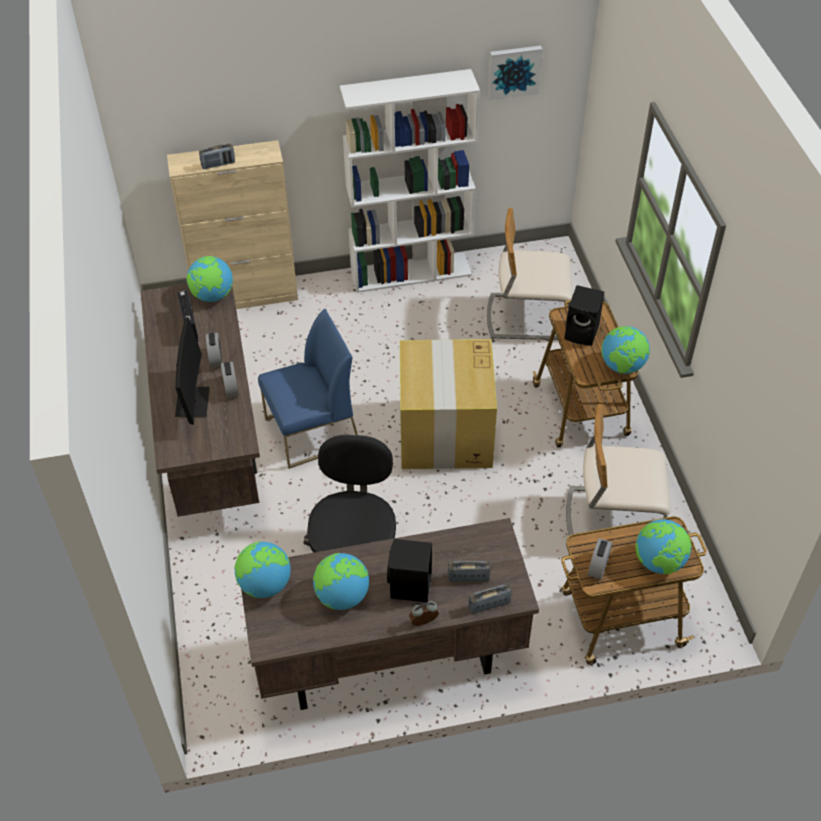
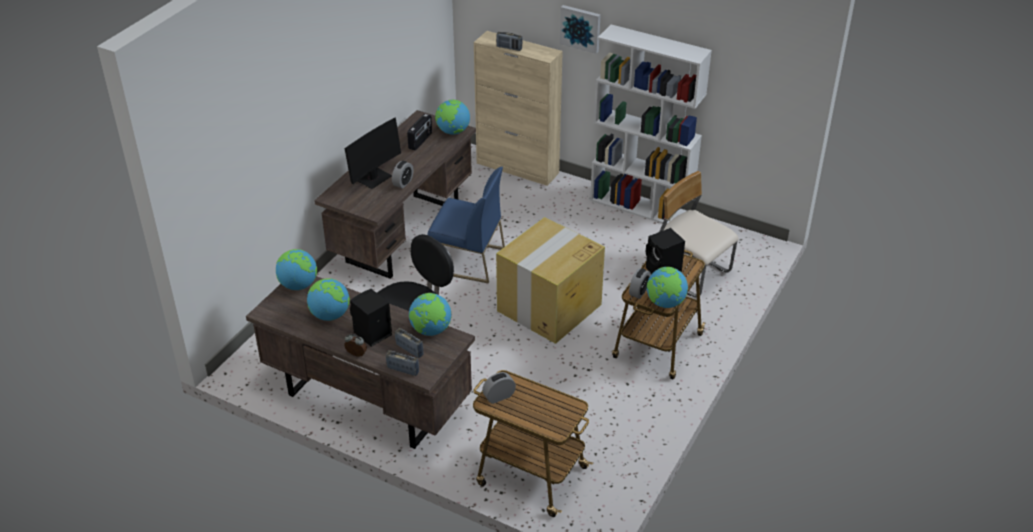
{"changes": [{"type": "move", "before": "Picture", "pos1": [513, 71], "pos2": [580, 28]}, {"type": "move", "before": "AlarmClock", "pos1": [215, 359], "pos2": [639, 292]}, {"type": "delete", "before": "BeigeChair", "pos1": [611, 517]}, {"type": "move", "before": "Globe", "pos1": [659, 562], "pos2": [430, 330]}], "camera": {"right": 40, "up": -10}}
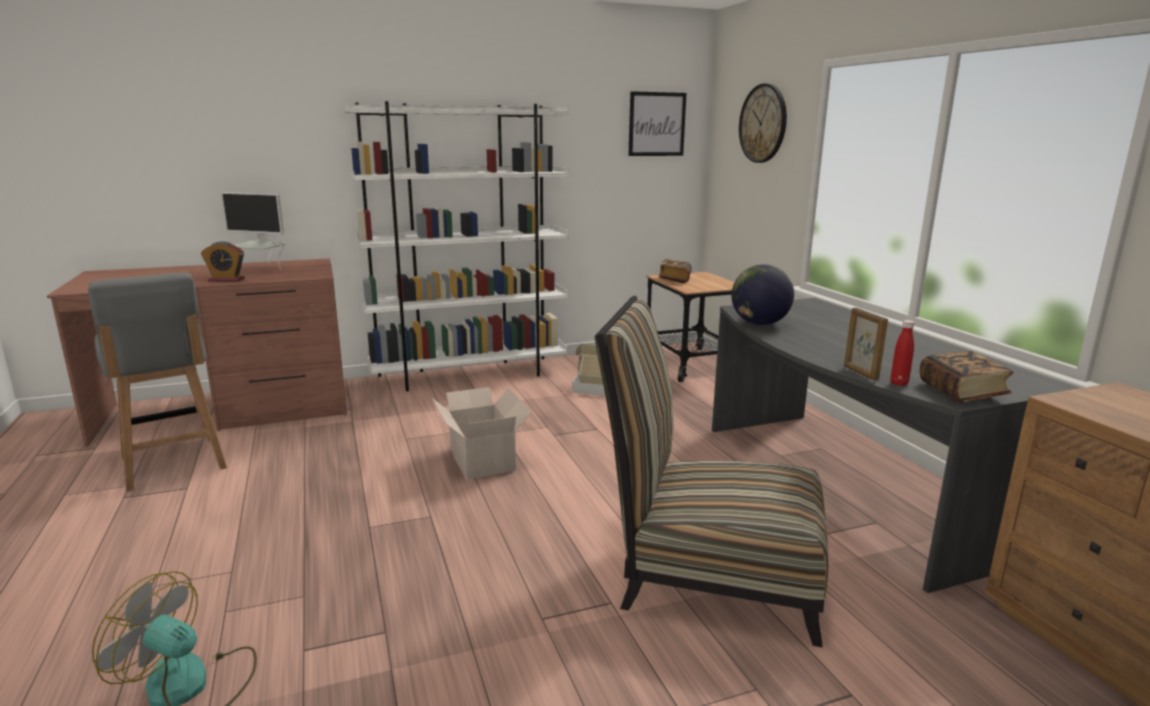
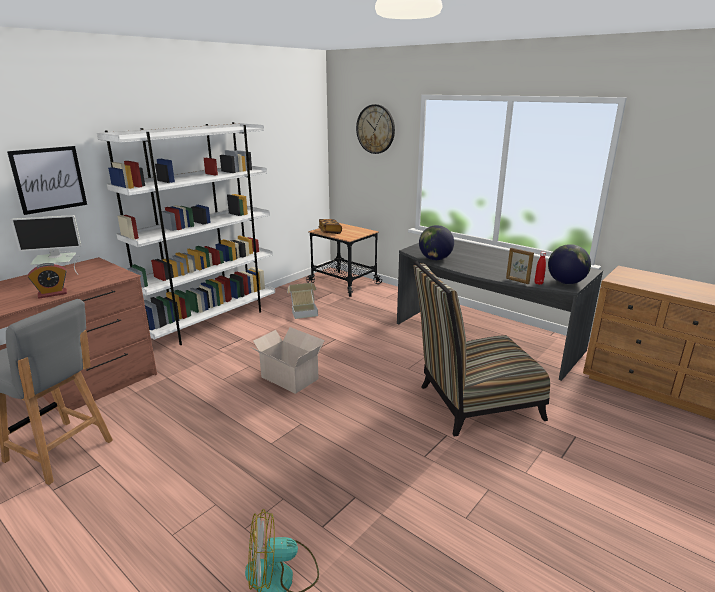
{"changes": [{"type": "move", "before": "Picture", "pos1": [657, 124], "pos2": [49, 179]}, {"type": "replace", "before": "Book", "after": "Globe", "pos1": [961, 392], "pos2": [565, 282]}], "camera": {"right": -30, "up": 5}}
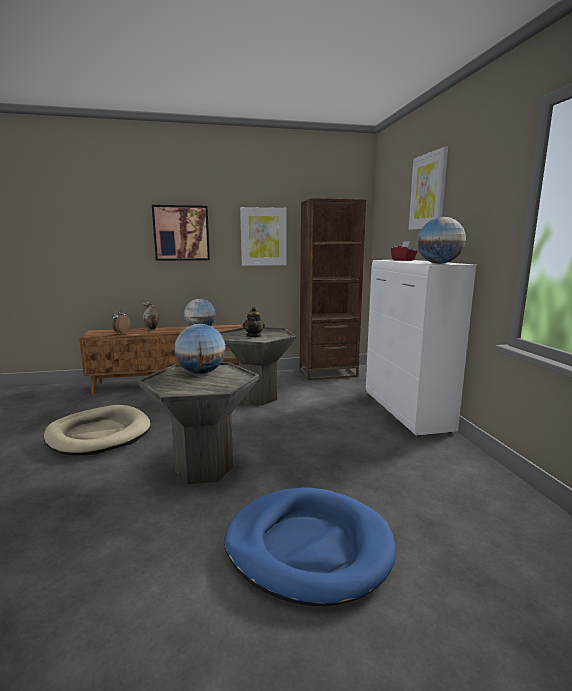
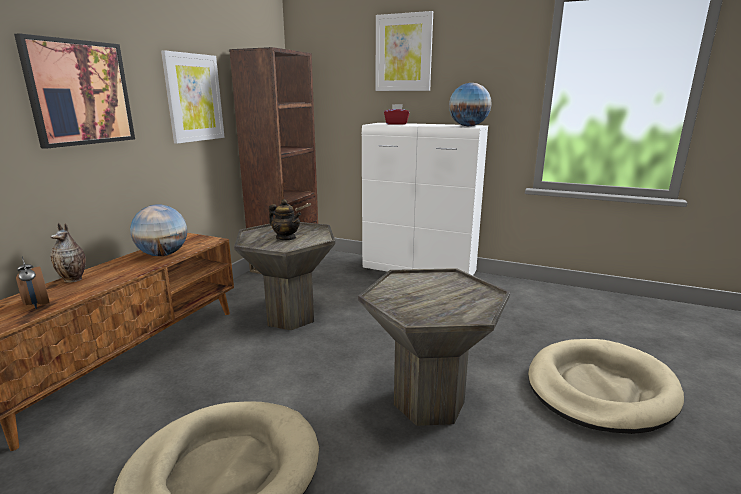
{"changes": [{"type": "delete", "before": "Globe", "pos1": [201, 373]}, {"type": "recolor", "before": "BlueDogBed", "after": "BeigeDogBed", "pos1": [308, 546], "pos2": [599, 389]}], "camera": {"right": -55, "up": 5}}
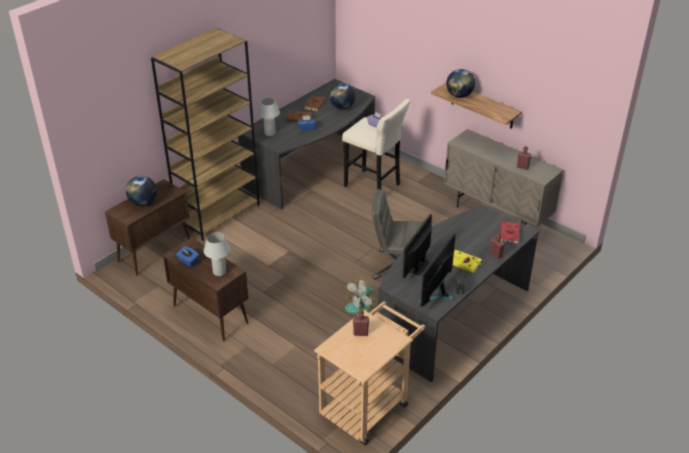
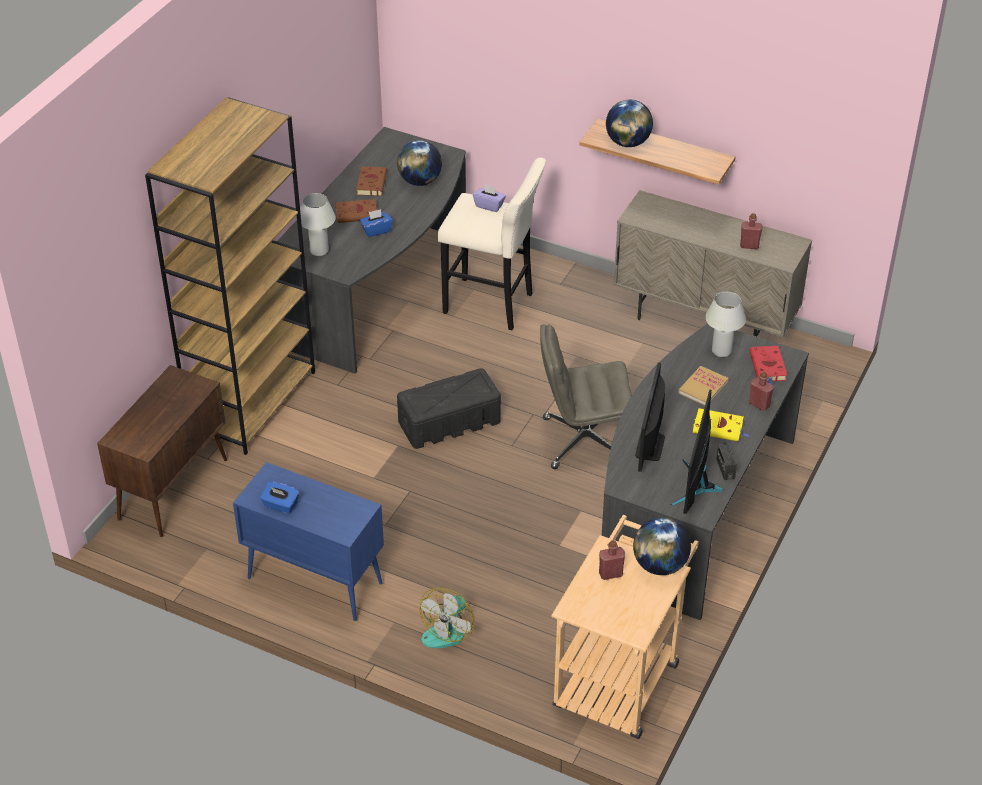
{"changes": [{"type": "move", "before": "Globe", "pos1": [143, 203], "pos2": [660, 565]}, {"type": "move", "before": "WhiteTableLamp", "pos1": [219, 272], "pos2": [721, 351]}, {"type": "recolor", "before": "BrownCabinet", "after": "BlueCabinet", "pos1": [209, 314], "pos2": [313, 580]}, {"type": "move", "before": "Fan", "pos1": [362, 305], "pos2": [448, 629]}, {"type": "insert", "after": "Book", "pos2": [703, 387]}, {"type": "insert", "after": "BlackStorageBox", "pos2": [448, 422]}], "camera": {"right": -15, "up": 5}}
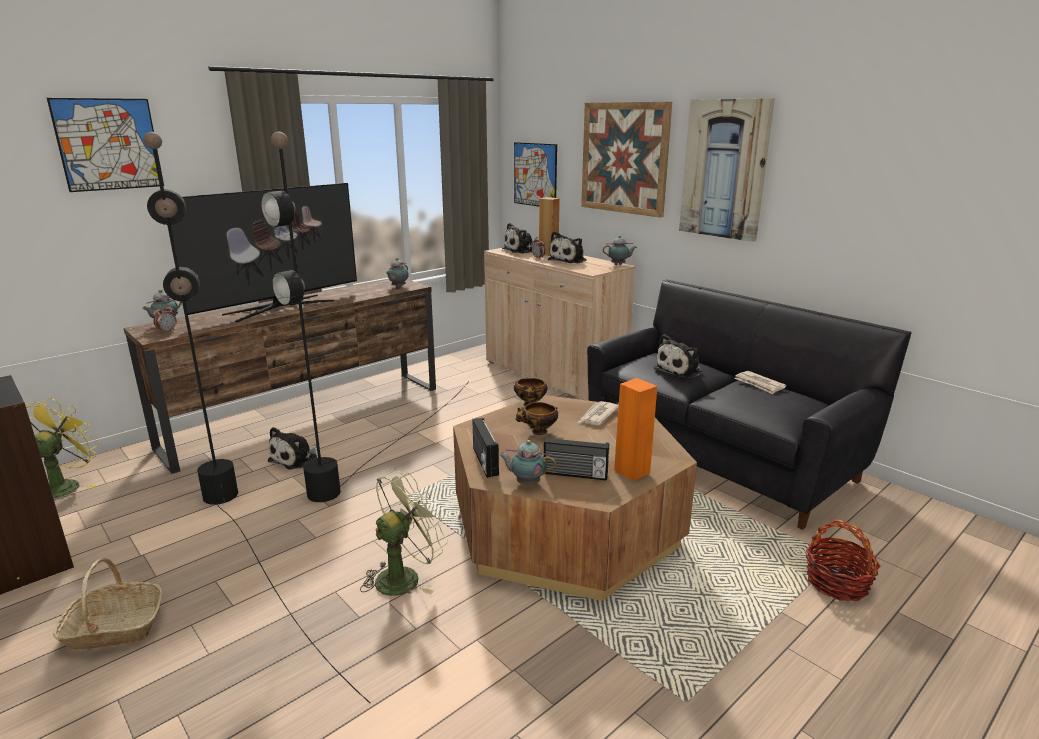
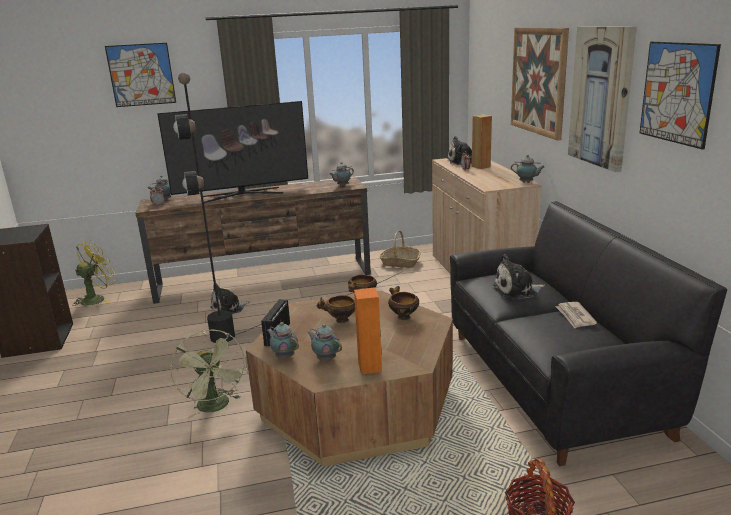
{"changes": [{"type": "delete", "before": "BlackFloorLamp", "pos1": [247, 539]}, {"type": "move", "before": "Picture", "pos1": [535, 175], "pos2": [677, 93]}, {"type": "delete", "before": "PlushToy", "pos1": [569, 260]}, {"type": "replace", "before": "Newspaper", "after": "Bowl", "pos1": [597, 415], "pos2": [403, 317]}, {"type": "replace", "before": "Radio", "after": "Teapot", "pos1": [575, 474], "pos2": [325, 358]}, {"type": "rotate", "before": "GreenFan", "pos1": [405, 576], "pos2": [216, 407], "turn": 75}, {"type": "move", "before": "Basket", "pos1": [114, 628], "pos2": [400, 263]}], "camera": {"right": 30, "up": 0}}
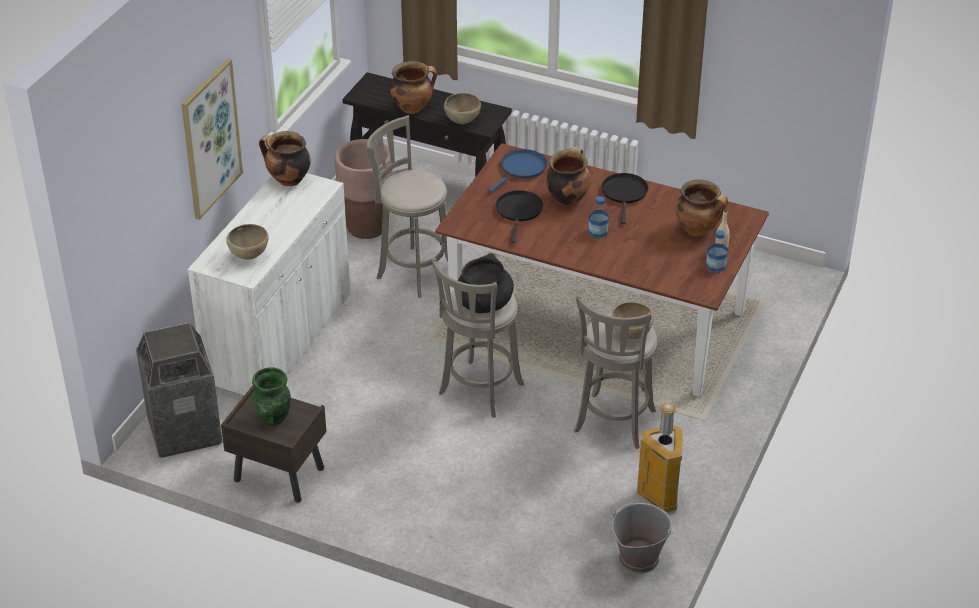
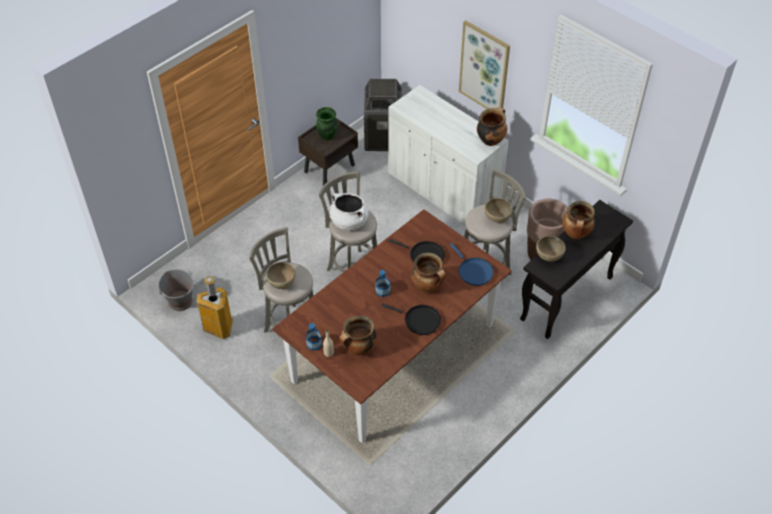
{"changes": [{"type": "move", "before": "BrownBowl", "pos1": [249, 255], "pos2": [497, 219]}, {"type": "recolor", "before": "BlackCookingPot", "after": "WhiteCookingPot", "pos1": [484, 303], "pos2": [348, 221]}], "camera": {"right": 110, "up": 10}}
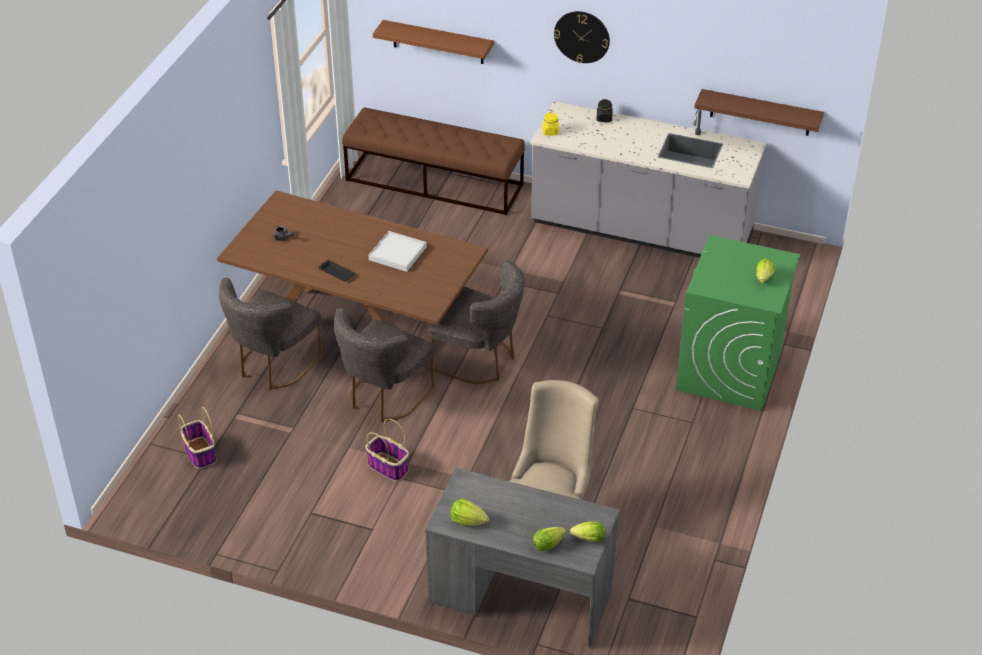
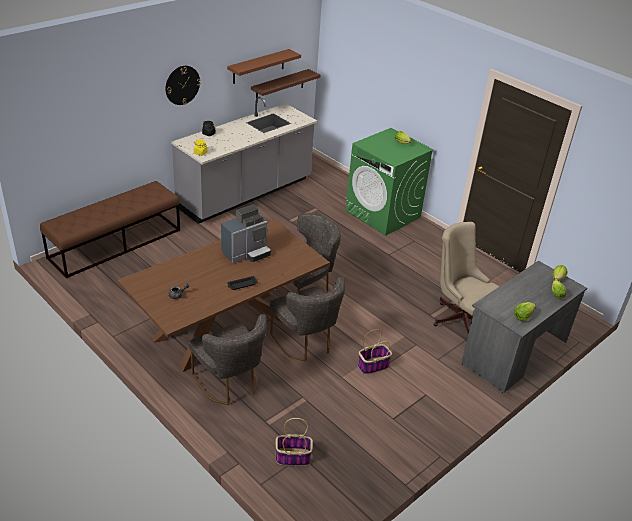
{"changes": [{"type": "move", "before": "BrownShelf", "pos1": [438, 42], "pos2": [258, 66]}, {"type": "replace", "before": "WhiteTray", "after": "CoffeeMachine", "pos1": [398, 253], "pos2": [246, 253]}], "camera": {"right": -65, "up": -5}}
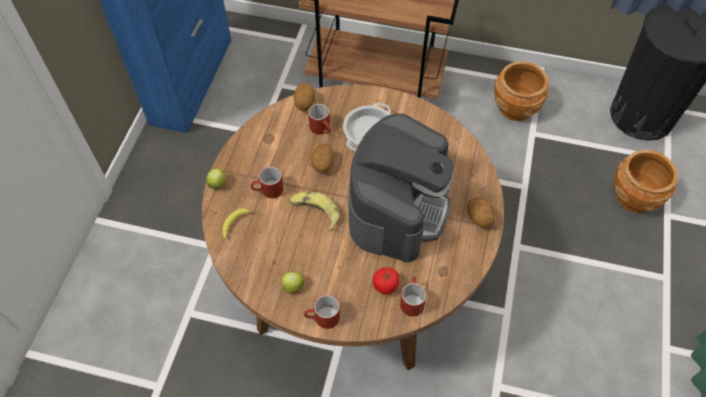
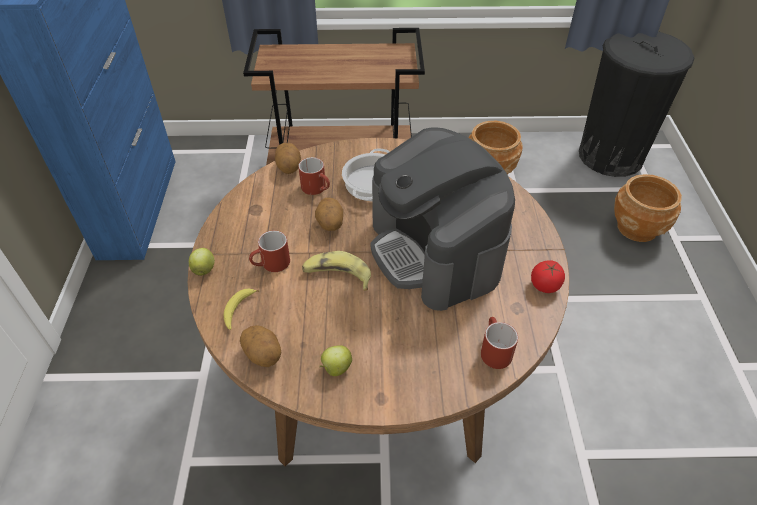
{"changes": [{"type": "rotate", "before": "CoffeeMachine", "pos1": [398, 207], "pos2": [435, 251], "turn": 150}, {"type": "move", "before": "Potato", "pos1": [479, 218], "pos2": [263, 355]}, {"type": "move", "before": "Tomato", "pos1": [385, 285], "pos2": [545, 285]}, {"type": "delete", "before": "RedMug", "pos1": [322, 319]}], "camera": {"right": -15, "up": -10}}
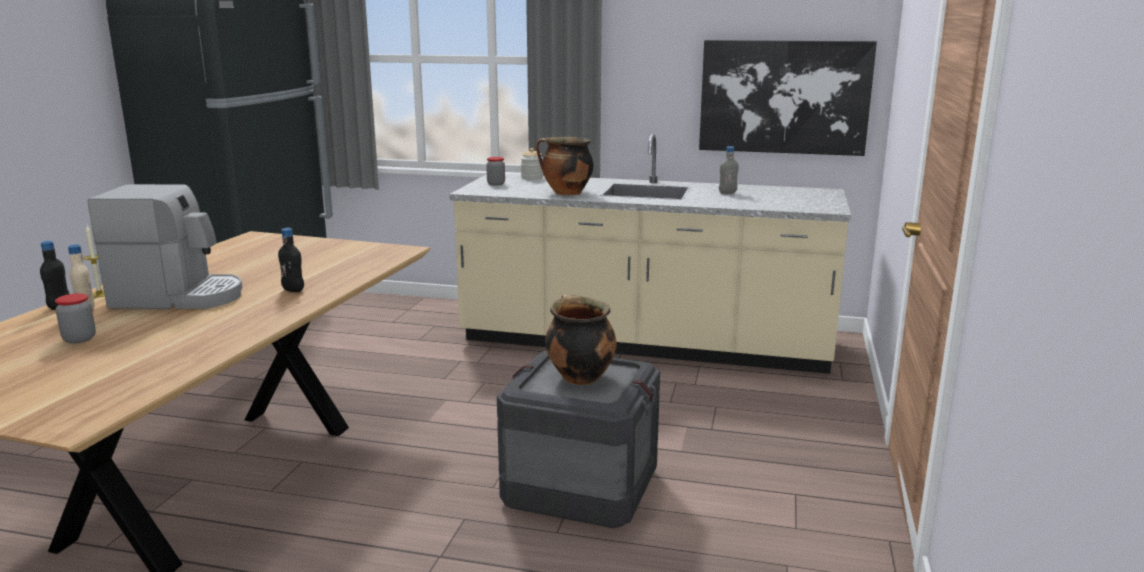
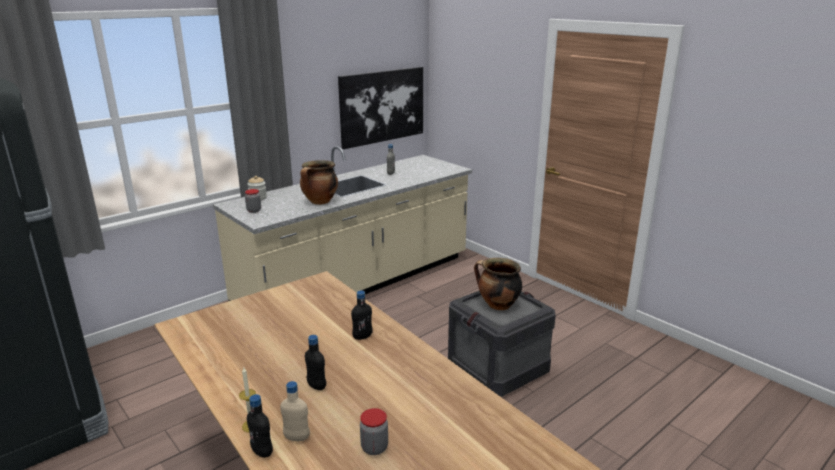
{"changes": [{"type": "replace", "before": "CoffeeMachine", "after": "BlackBottle", "pos1": [179, 297], "pos2": [316, 386]}], "camera": {"right": -55, "up": 5}}
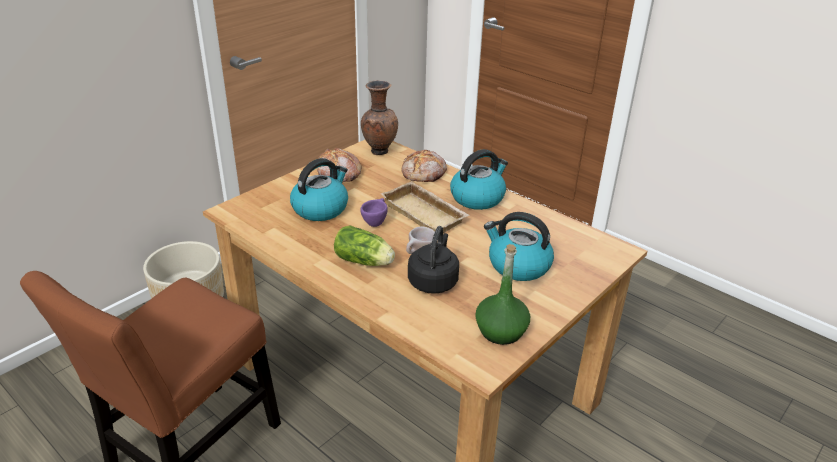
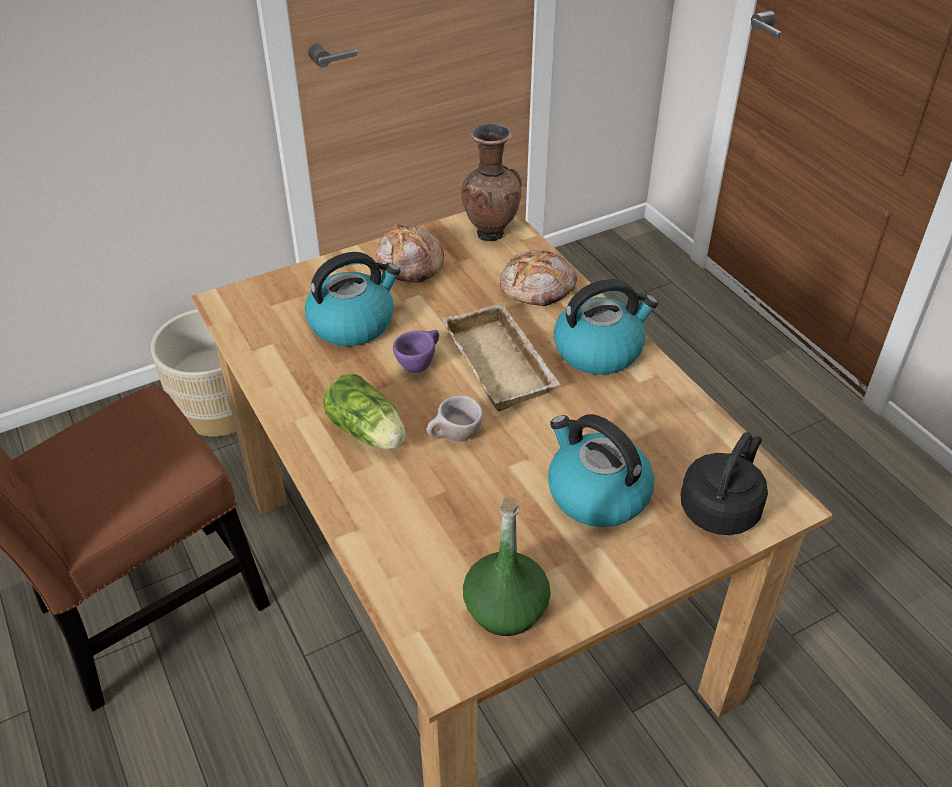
{"changes": [{"type": "move", "before": "BlackKettle", "pos1": [433, 281], "pos2": [721, 508]}], "camera": {"right": 20, "up": 10}}
